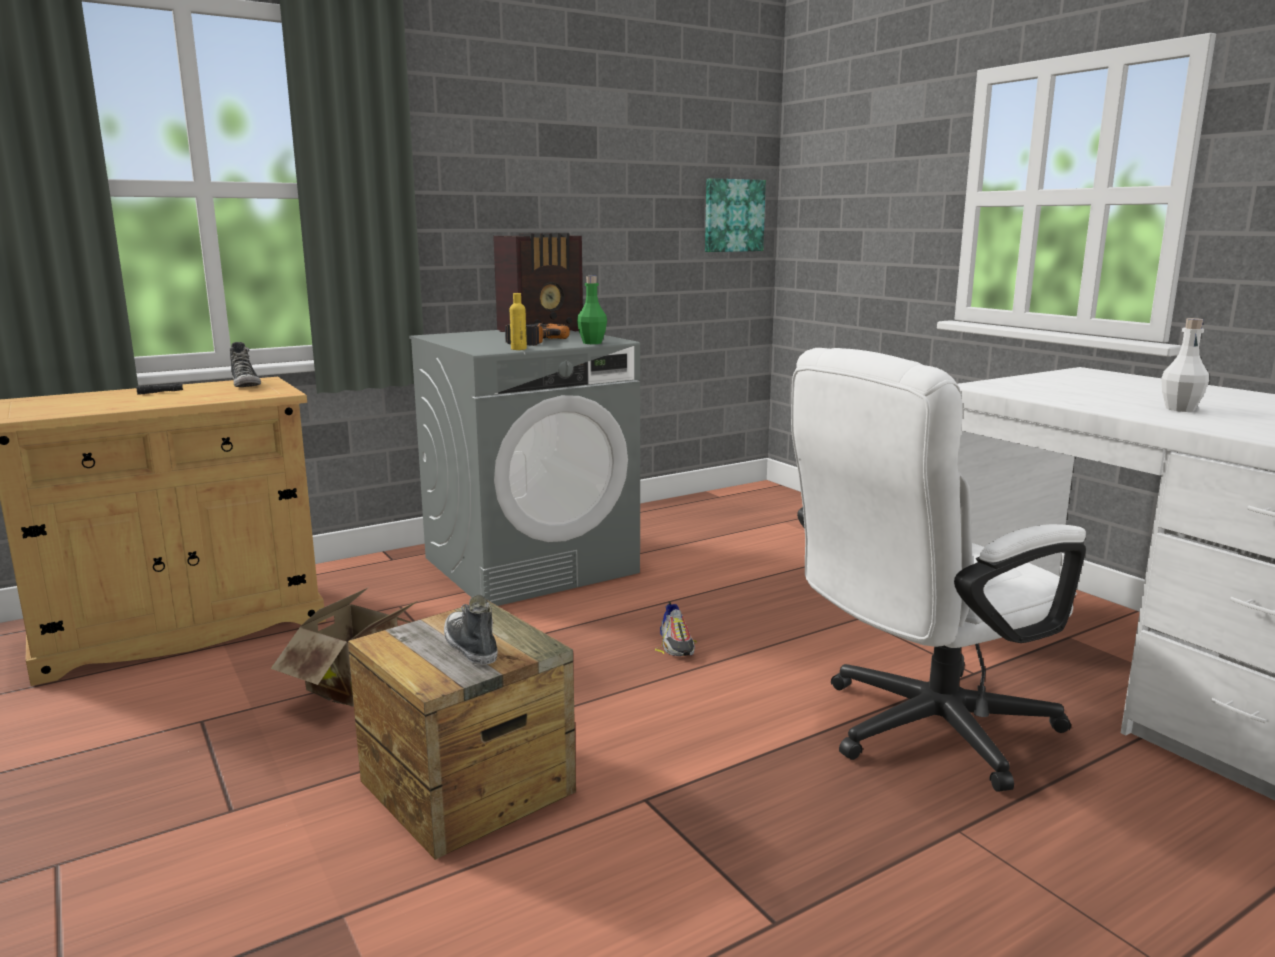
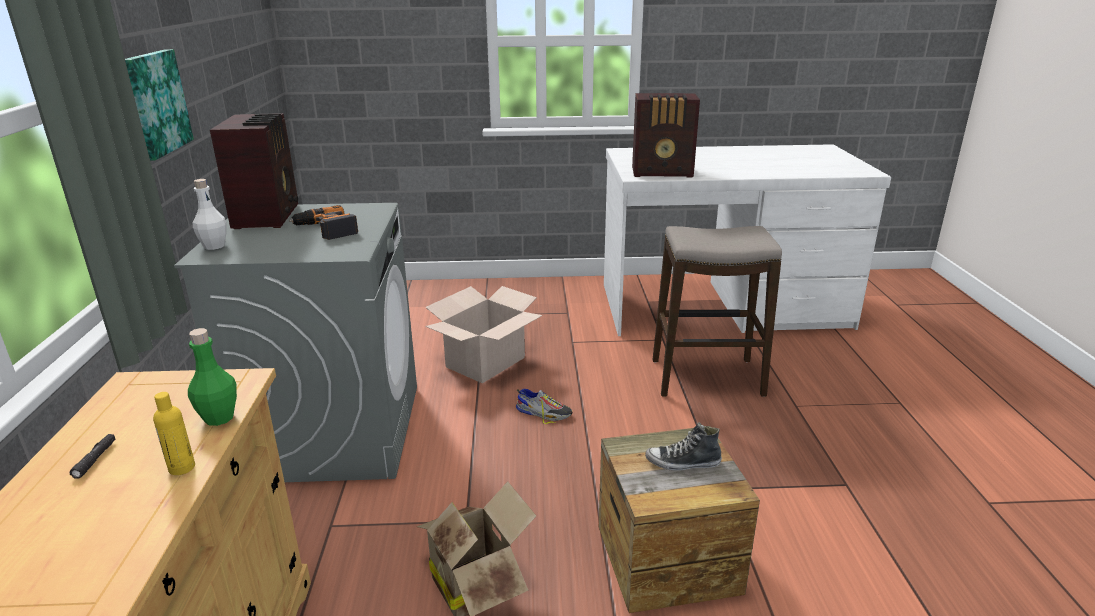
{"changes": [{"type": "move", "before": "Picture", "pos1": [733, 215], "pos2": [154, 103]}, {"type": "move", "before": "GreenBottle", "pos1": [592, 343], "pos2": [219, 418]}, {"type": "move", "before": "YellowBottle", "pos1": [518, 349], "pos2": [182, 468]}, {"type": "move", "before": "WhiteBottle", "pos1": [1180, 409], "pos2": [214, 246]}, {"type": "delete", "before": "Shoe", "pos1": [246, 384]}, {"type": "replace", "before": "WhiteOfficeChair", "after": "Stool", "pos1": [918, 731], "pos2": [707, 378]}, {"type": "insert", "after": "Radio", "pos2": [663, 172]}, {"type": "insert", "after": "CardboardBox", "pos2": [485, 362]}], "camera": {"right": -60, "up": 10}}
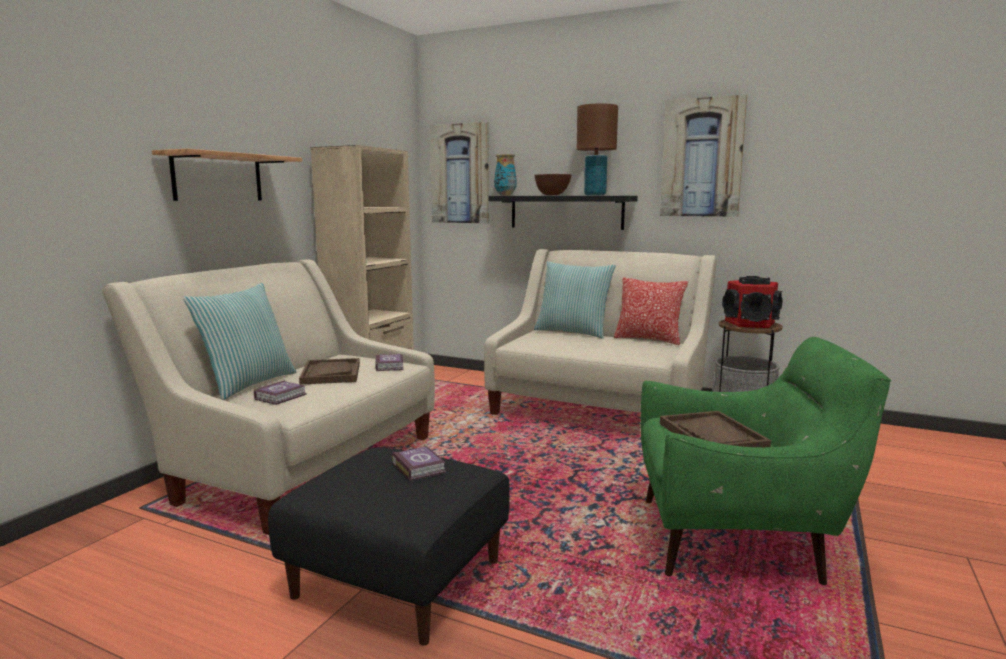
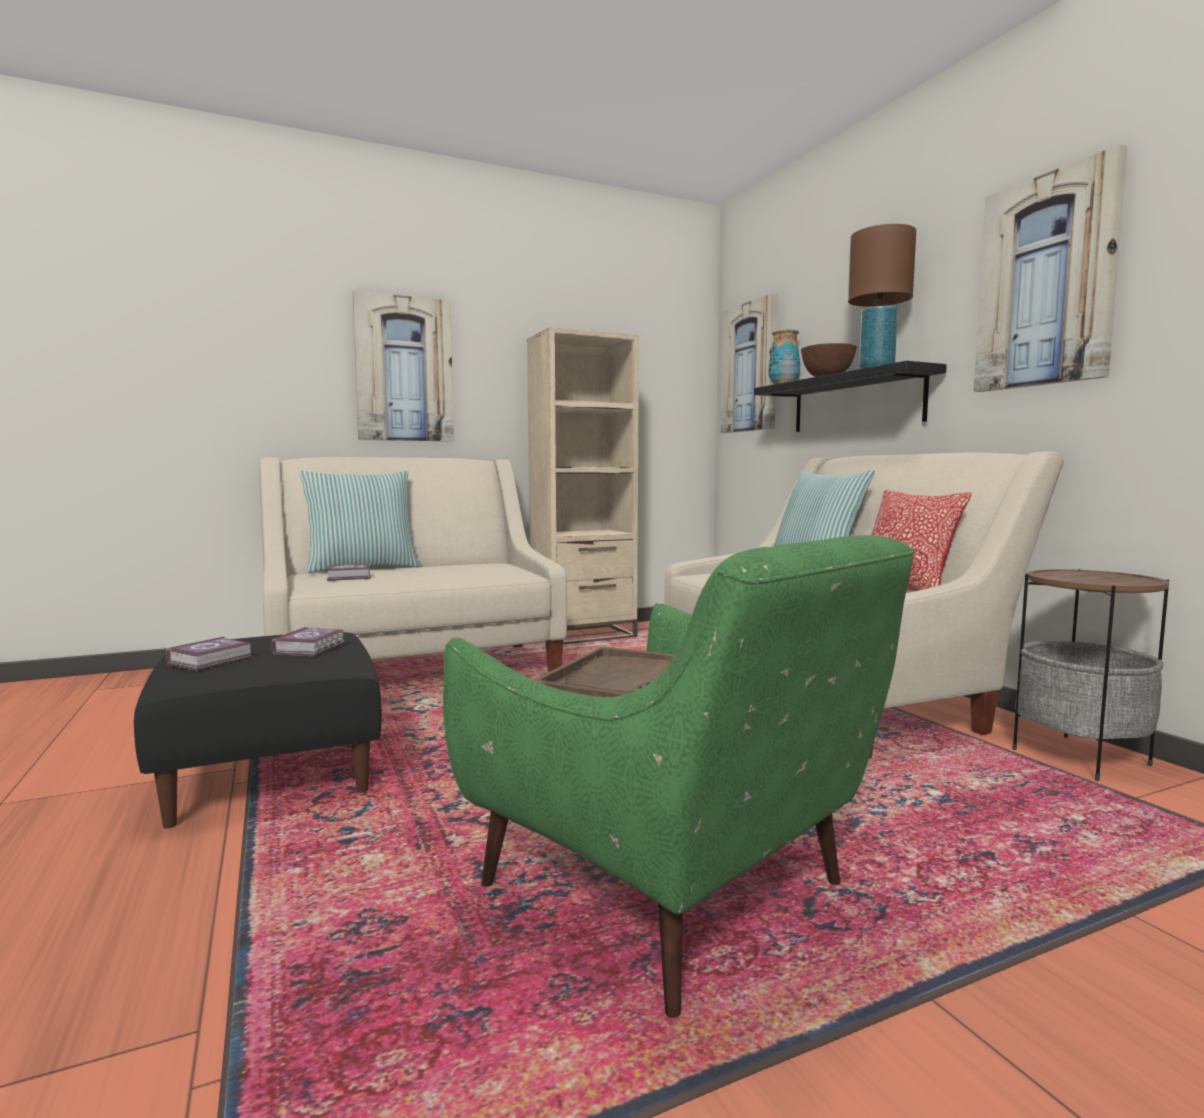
{"changes": [{"type": "replace", "before": "Shelf", "after": "Picture", "pos1": [218, 177], "pos2": [404, 369]}, {"type": "delete", "before": "Speaker", "pos1": [751, 323]}, {"type": "move", "before": "Book", "pos1": [390, 366], "pos2": [213, 660]}, {"type": "delete", "before": "BrownTray", "pos1": [331, 373]}], "camera": {"right": 40, "up": -5}}
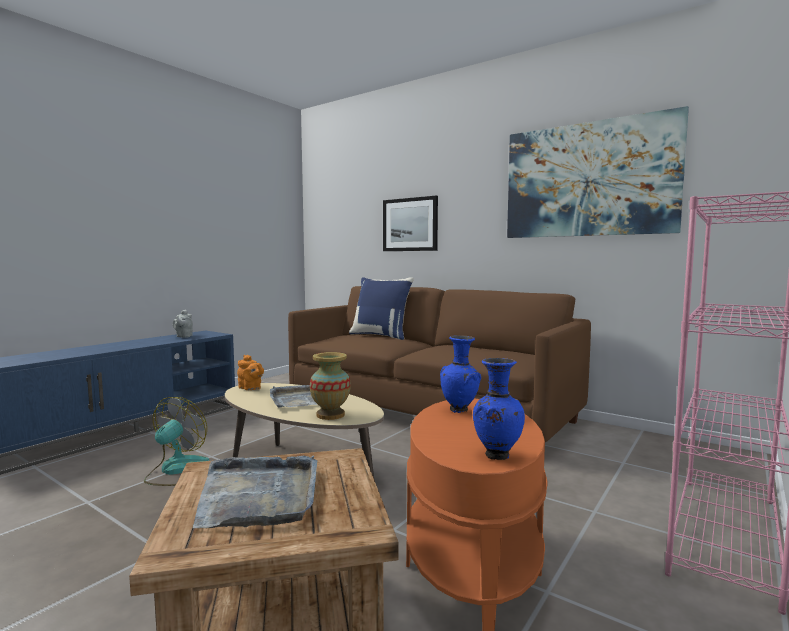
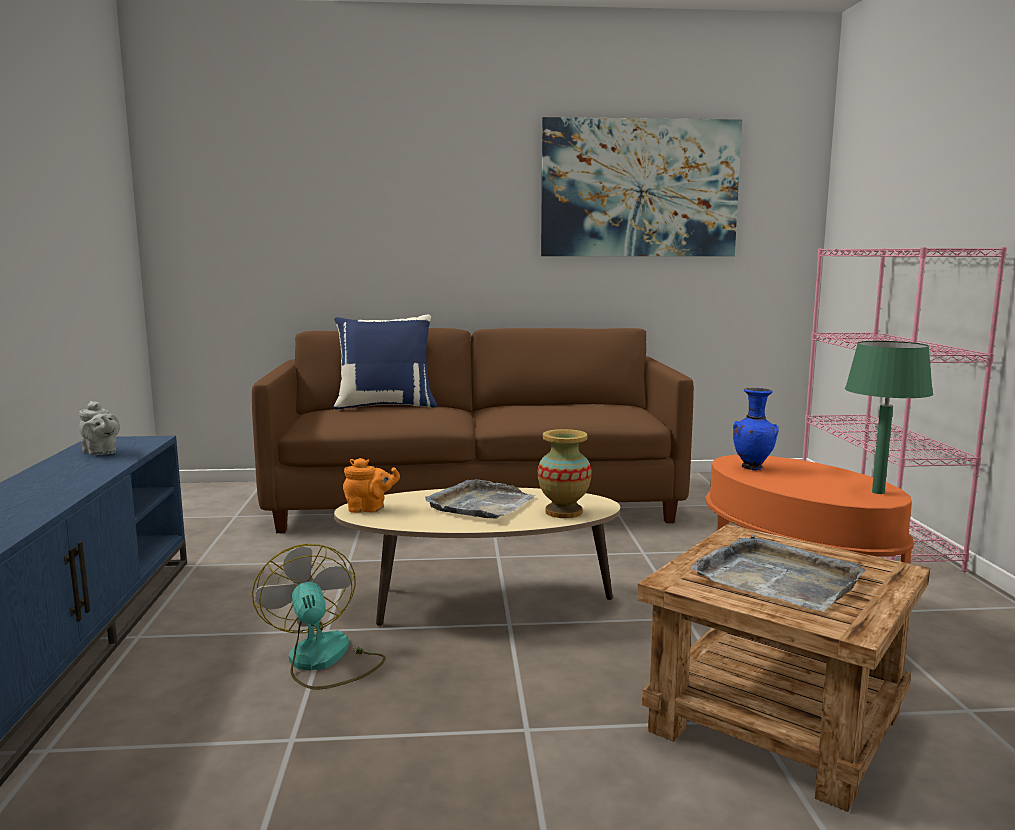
{"changes": [{"type": "delete", "before": "Picture", "pos1": [410, 224]}, {"type": "replace", "before": "BlueVase", "after": "GreenTableLamp", "pos1": [496, 455], "pos2": [877, 492]}], "camera": {"right": -40, "up": 5}}
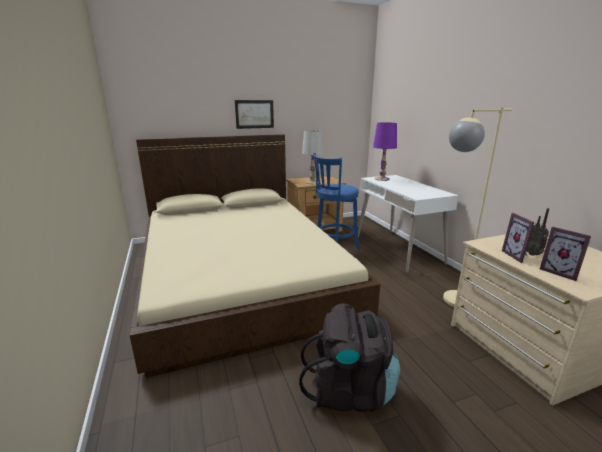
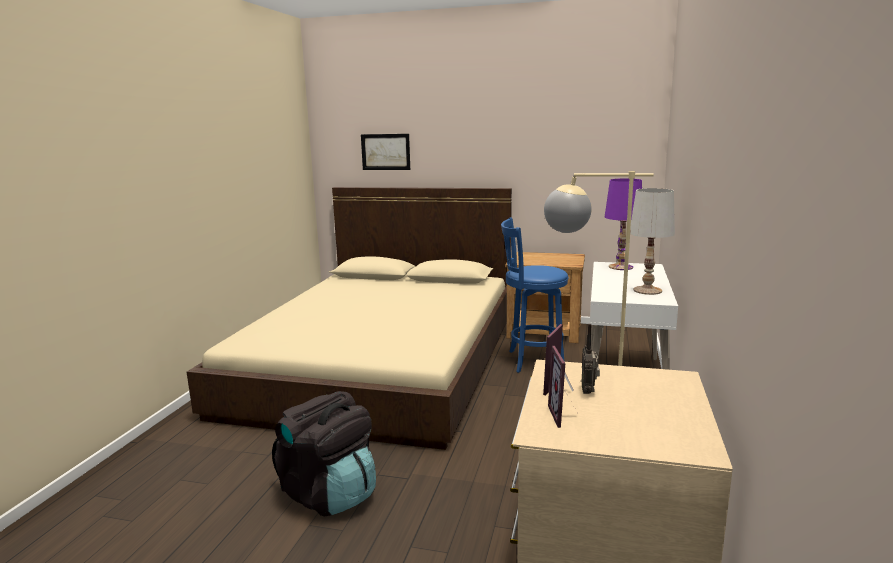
{"changes": [{"type": "move", "before": "Picture", "pos1": [254, 114], "pos2": [385, 152]}, {"type": "move", "before": "WhiteTableLamp", "pos1": [312, 182], "pos2": [647, 290]}], "camera": {"right": 35, "up": -5}}
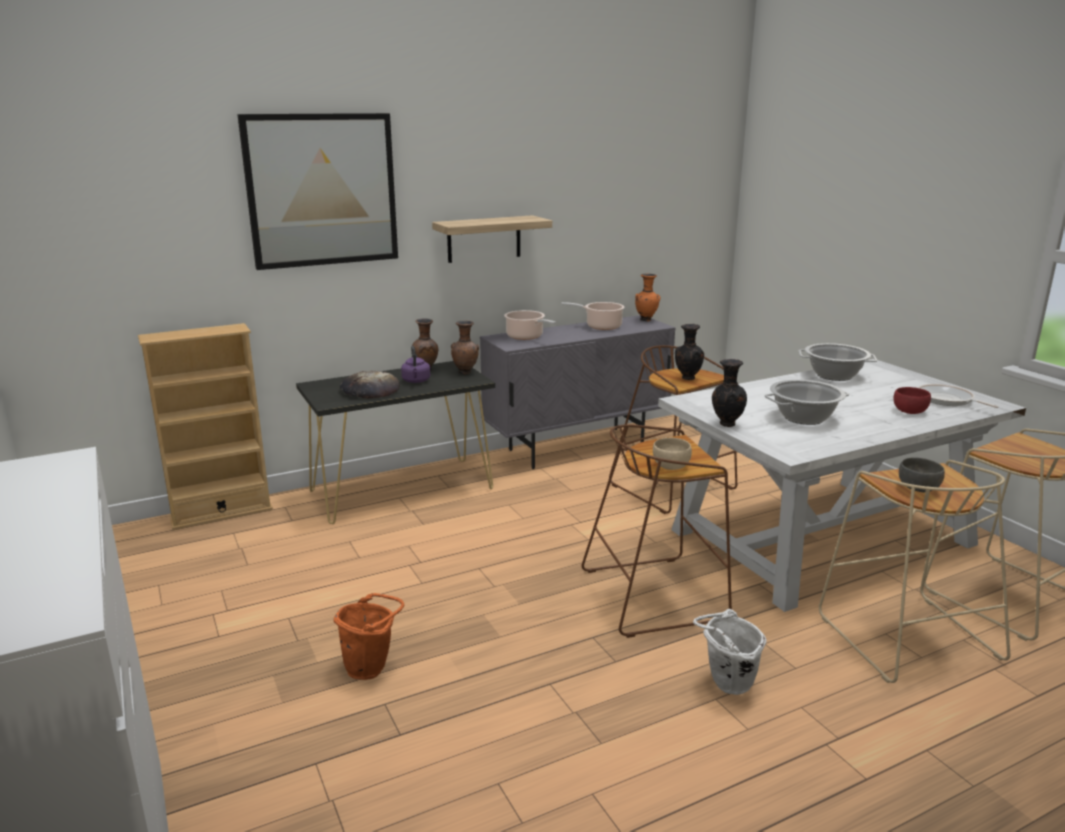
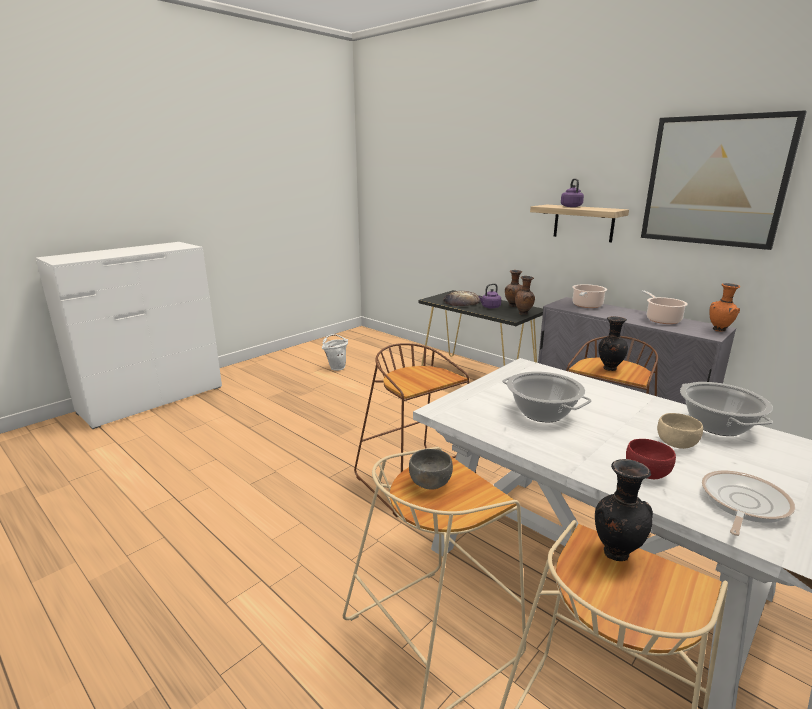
{"changes": [{"type": "move", "before": "Picture", "pos1": [322, 190], "pos2": [715, 181]}, {"type": "delete", "before": "BeigeBookcase", "pos1": [221, 513]}, {"type": "move", "before": "BlackVase", "pos1": [726, 424], "pos2": [615, 552]}, {"type": "move", "before": "BeigeBowl", "pos1": [671, 466], "pos2": [676, 443]}, {"type": "delete", "before": "OrangeBucket", "pos1": [371, 668]}, {"type": "move", "before": "WhiteBucket", "pos1": [725, 685], "pos2": [336, 367]}, {"type": "insert", "after": "PurpleKettle", "pos2": [570, 206]}], "camera": {"right": 70, "up": 0}}
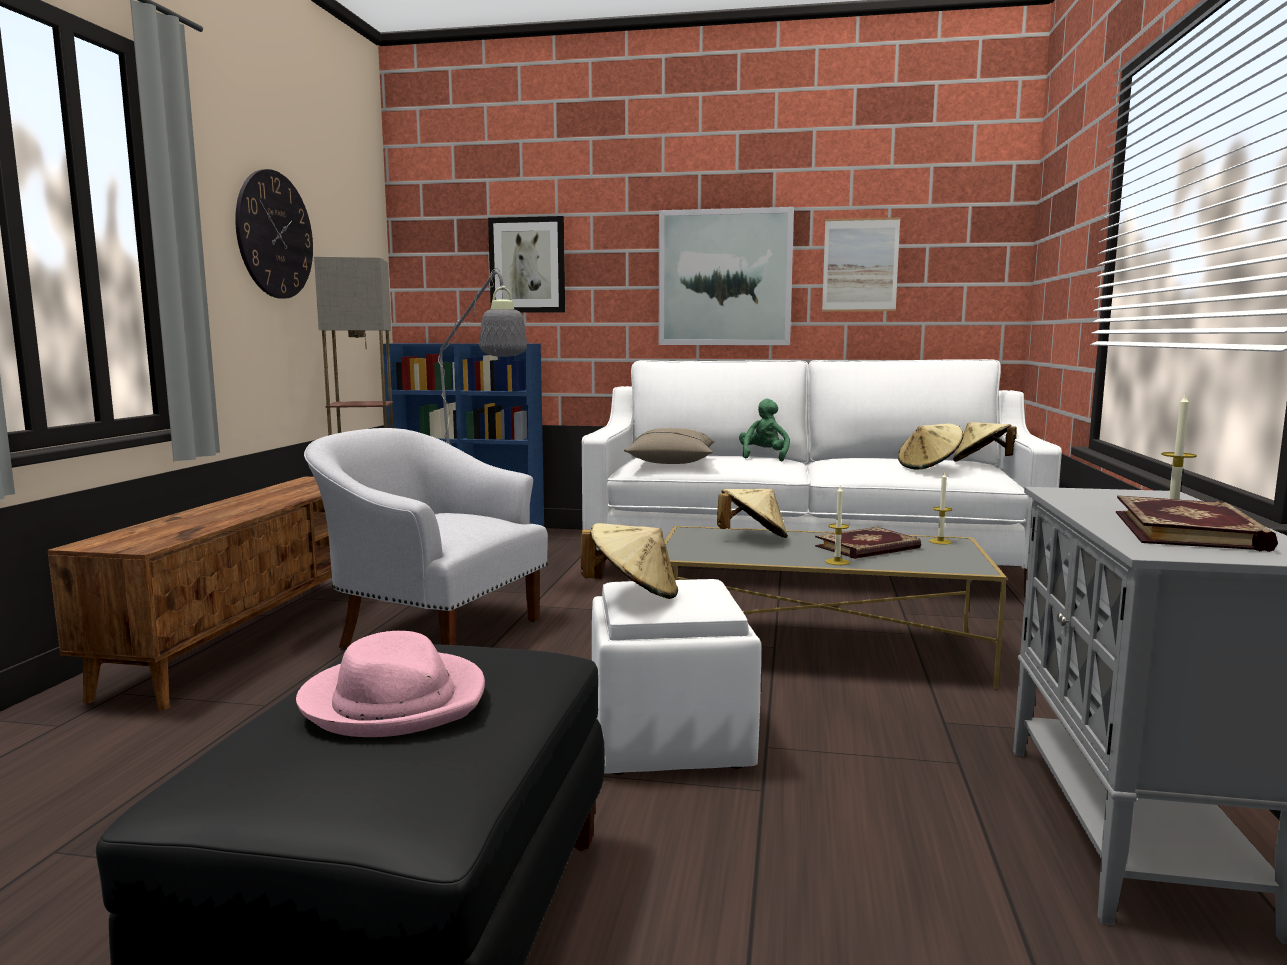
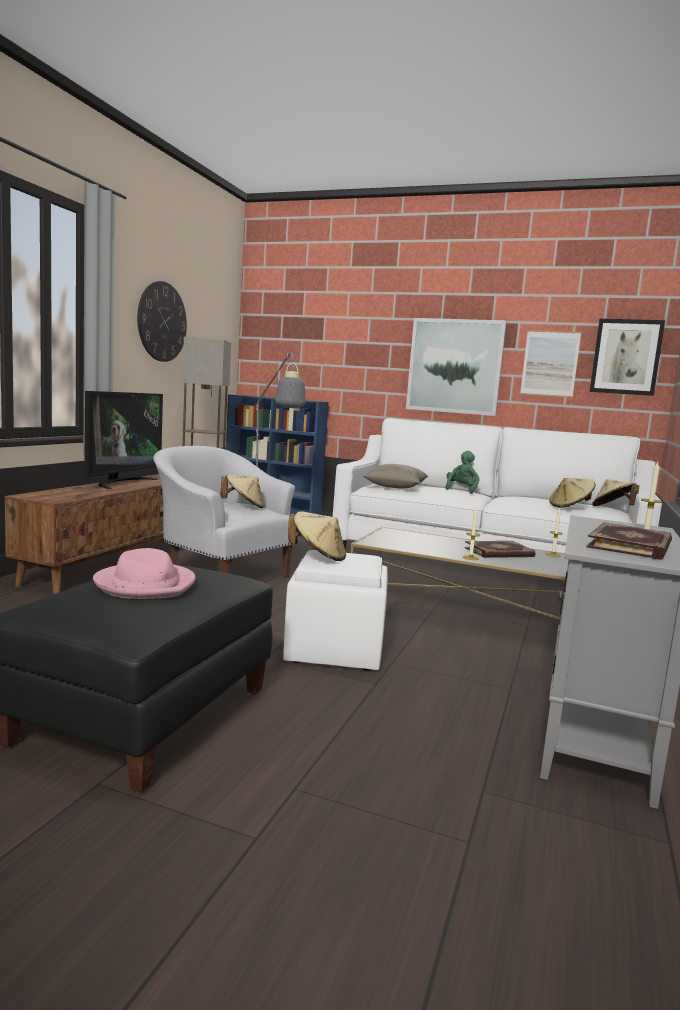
{"changes": [{"type": "move", "before": "Picture", "pos1": [527, 265], "pos2": [626, 357]}, {"type": "move", "before": "BeigeHat", "pos1": [753, 538], "pos2": [243, 506]}, {"type": "insert", "after": "Television", "pos2": [121, 482]}], "camera": {"right": 10, "up": 0}}
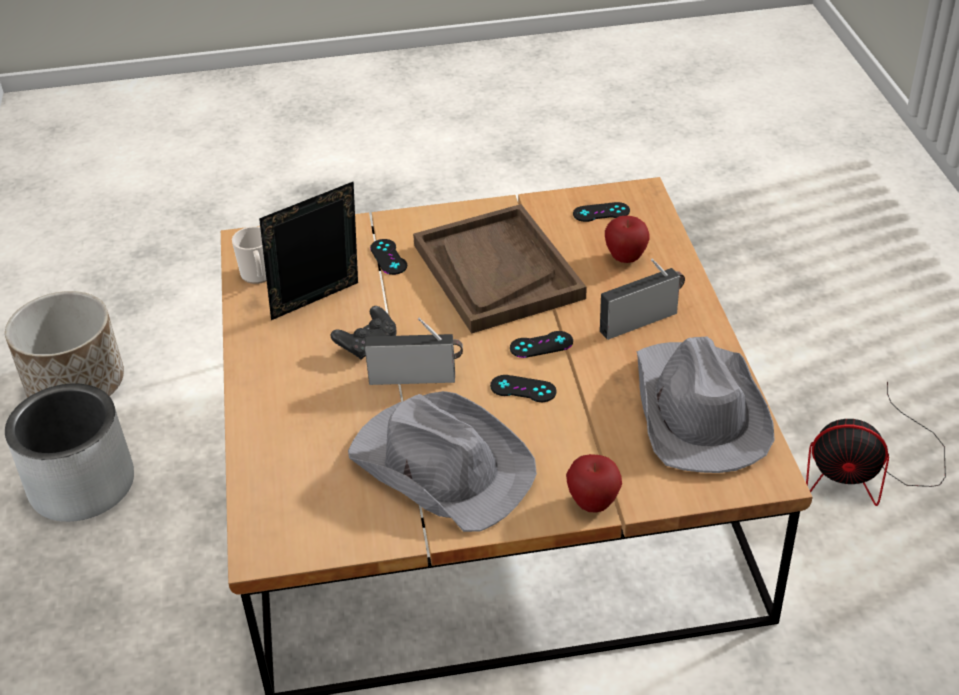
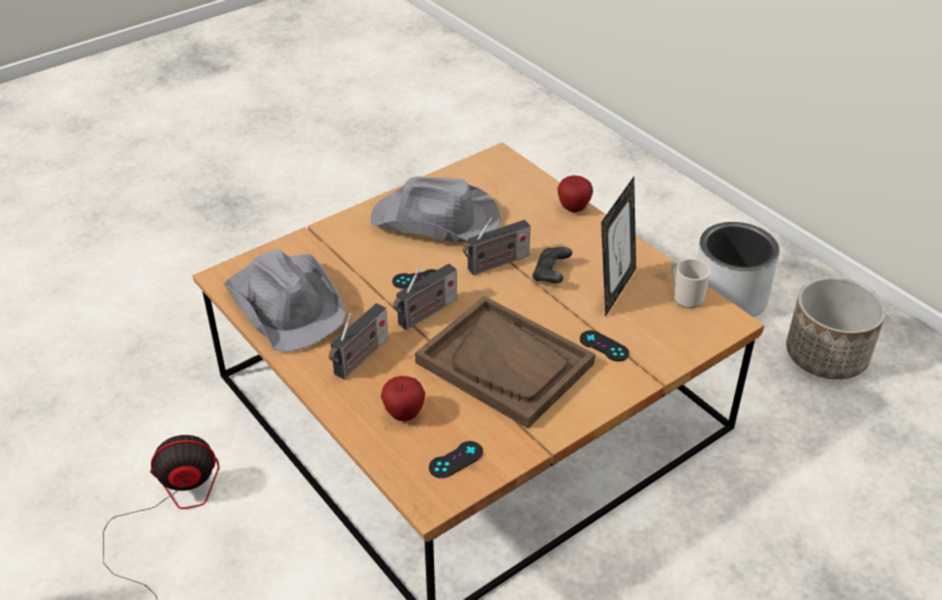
{"changes": [{"type": "replace", "before": "BlackGameController", "after": "Radio", "pos1": [541, 345], "pos2": [426, 314]}, {"type": "move", "before": "Apple", "pos1": [593, 503], "pos2": [573, 208]}], "camera": {"right": 150, "up": 0}}
